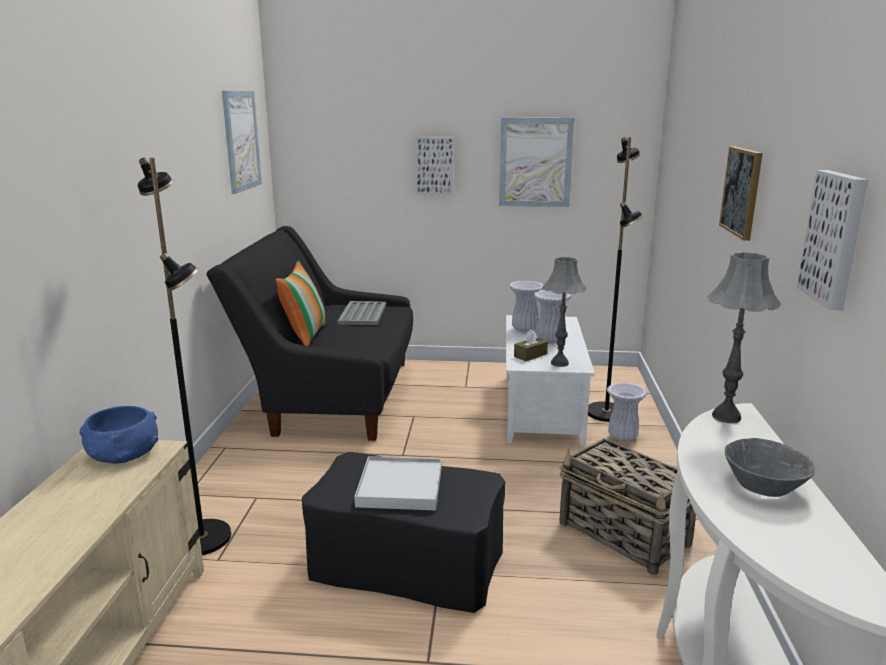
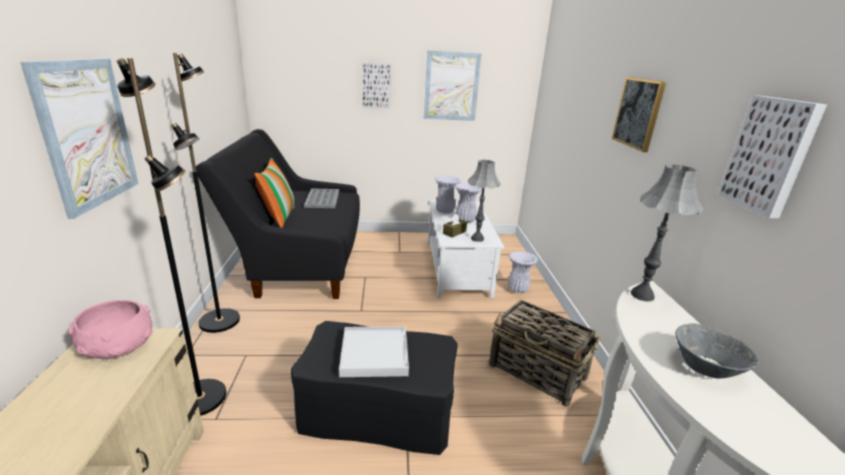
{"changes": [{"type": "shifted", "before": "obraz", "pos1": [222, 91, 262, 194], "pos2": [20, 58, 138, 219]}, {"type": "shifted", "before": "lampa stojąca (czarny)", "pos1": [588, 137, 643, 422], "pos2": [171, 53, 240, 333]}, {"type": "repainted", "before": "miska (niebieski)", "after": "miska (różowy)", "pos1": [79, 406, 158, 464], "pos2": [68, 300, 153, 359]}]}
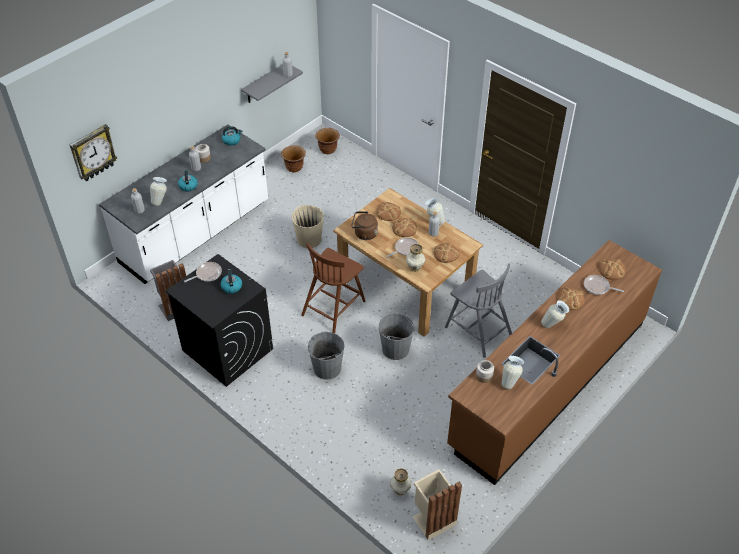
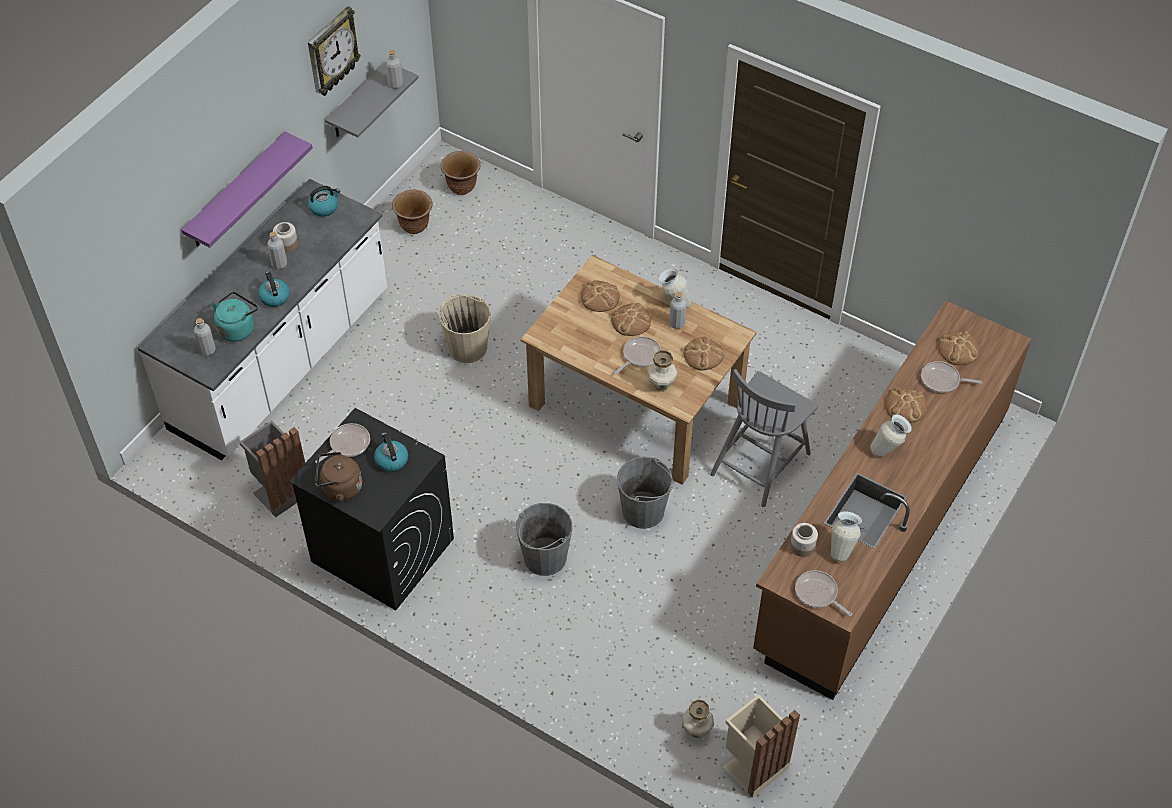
{"changes": [{"type": "gone", "before": "krzesło (brązowy)", "pos1": [301, 242, 366, 333]}, {"type": "new", "after": "półka (fioletowy)", "pos2": [181, 132, 313, 248]}, {"type": "new", "after": "patelnia", "pos2": [795, 570, 852, 616]}, {"type": "shifted", "before": "zegar ścienny", "pos1": [69, 124, 117, 181], "pos2": [308, 6, 361, 96]}, {"type": "shifted", "before": "czajnik (brązowy)", "pos1": [351, 211, 378, 240], "pos2": [315, 452, 362, 502]}, {"type": "swapped", "before": "wazon", "after": "czajnik (turkusowy)", "pos1": [150, 177, 167, 206], "pos2": [212, 292, 258, 342]}, {"type": "rotated", "before": "krzesło (szary)", "pos1": [445, 263, 512, 358], "pos2": [710, 369, 818, 507], "turn": 90}]}
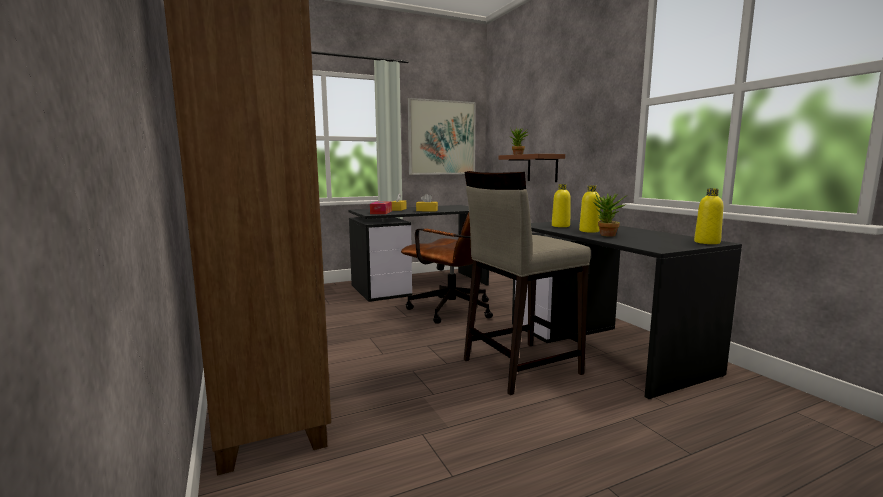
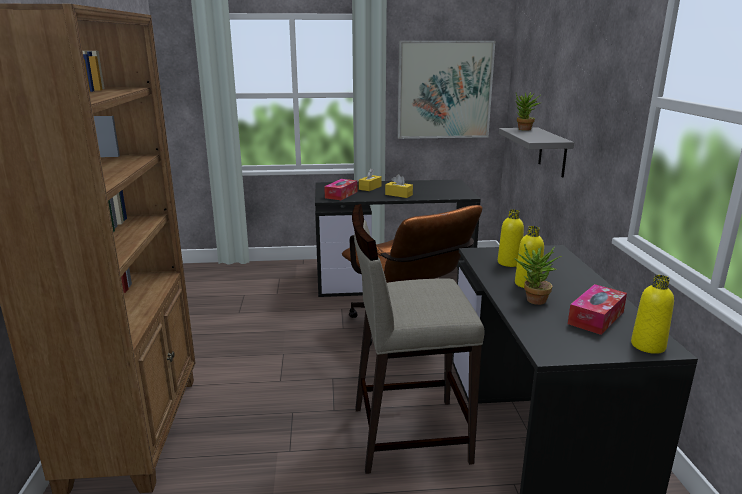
{"changes": [{"type": "new", "after": "pudełko chusteczek", "pos2": [568, 284, 627, 335]}, {"type": "repainted", "before": "półka (brązowy)", "after": "półka (szary)", "pos1": [499, 154, 565, 182], "pos2": [499, 128, 574, 178]}]}
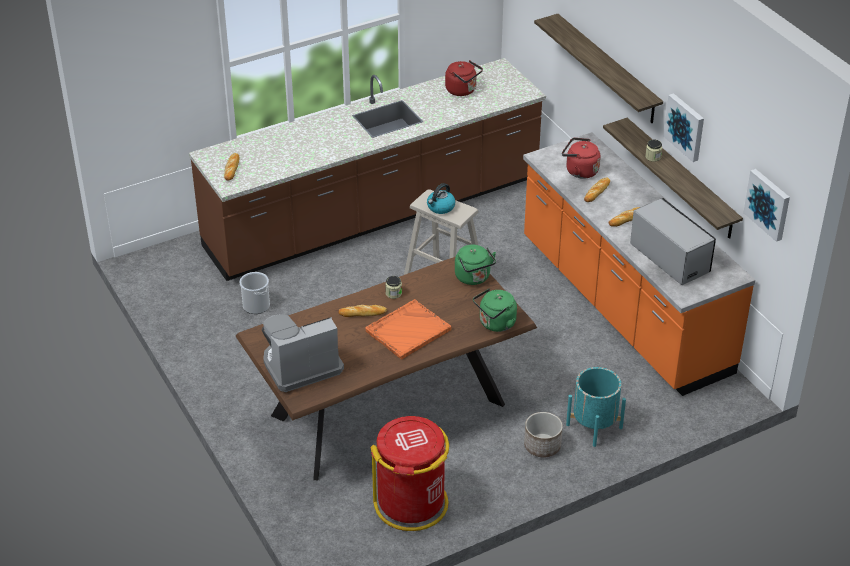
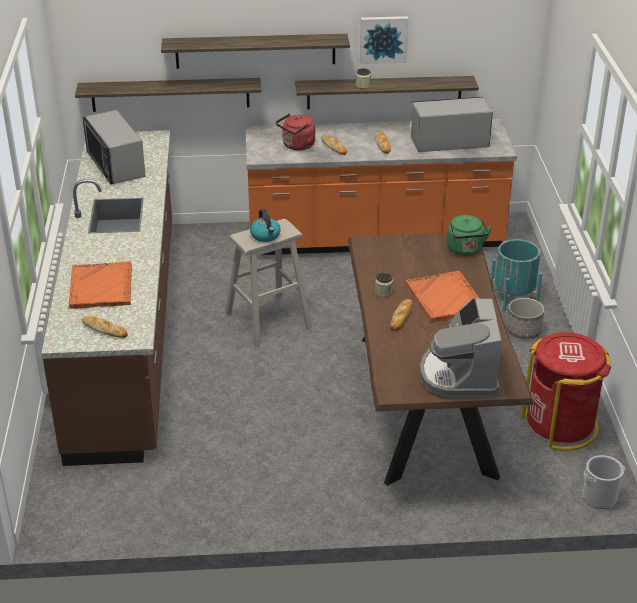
{"changes": [{"type": "gone", "before": "czajnik (zielony)", "pos1": [455, 245, 496, 285]}, {"type": "gone", "before": "obraz", "pos1": [743, 169, 790, 242]}, {"type": "new", "after": "taca (pomarańczowy)", "pos2": [69, 261, 132, 309]}, {"type": "new", "after": "półka", "pos2": [75, 78, 261, 112]}, {"type": "shifted", "before": "wiadro", "pos1": [240, 272, 270, 314], "pos2": [582, 455, 625, 509]}, {"type": "swapped", "before": "czajnik (czerwony)", "after": "mikrofalówka", "pos1": [445, 60, 483, 96], "pos2": [83, 110, 146, 184]}]}
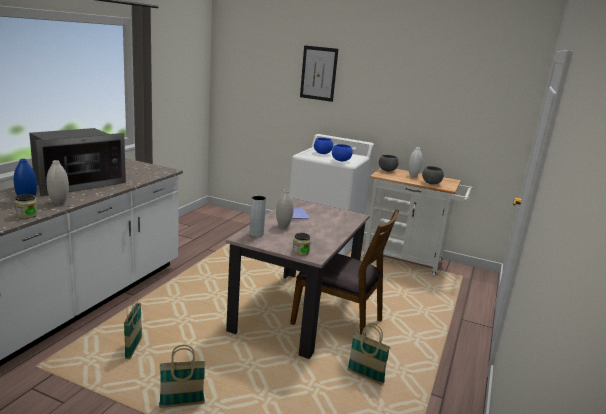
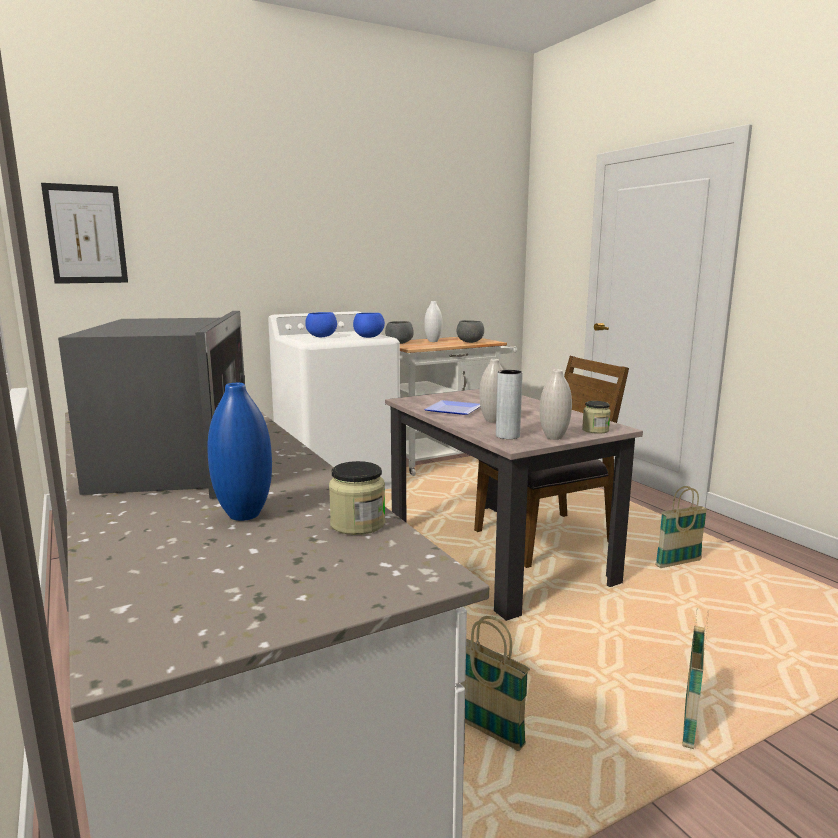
{"changes": [{"type": "shifted", "before": "wazon (biały)", "pos1": [46, 160, 69, 205], "pos2": [540, 369, 572, 440]}, {"type": "shifted", "before": "obraz", "pos1": [300, 45, 338, 102], "pos2": [41, 183, 128, 284]}]}
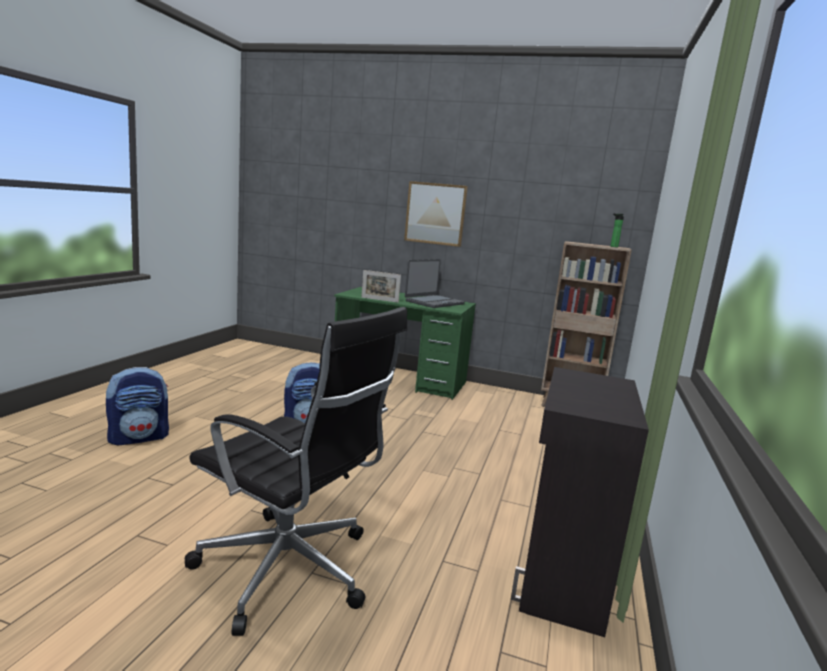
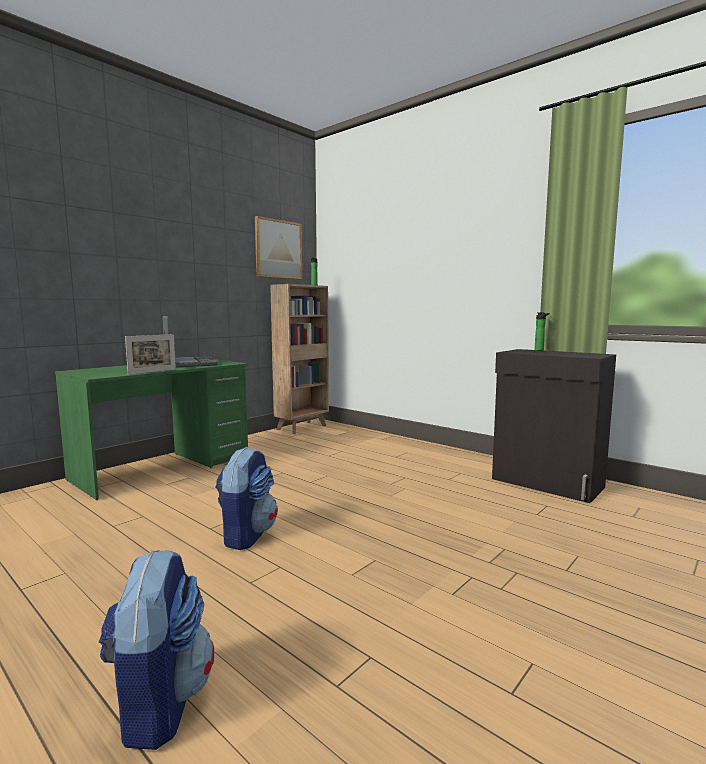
{"changes": [{"type": "gone", "before": "krzesło biurowe (czarny)", "pos1": [185, 307, 407, 636]}, {"type": "new", "after": "butelka", "pos2": [534, 312, 550, 351]}, {"type": "shifted", "before": "obraz", "pos1": [404, 181, 468, 247], "pos2": [255, 216, 302, 279]}]}
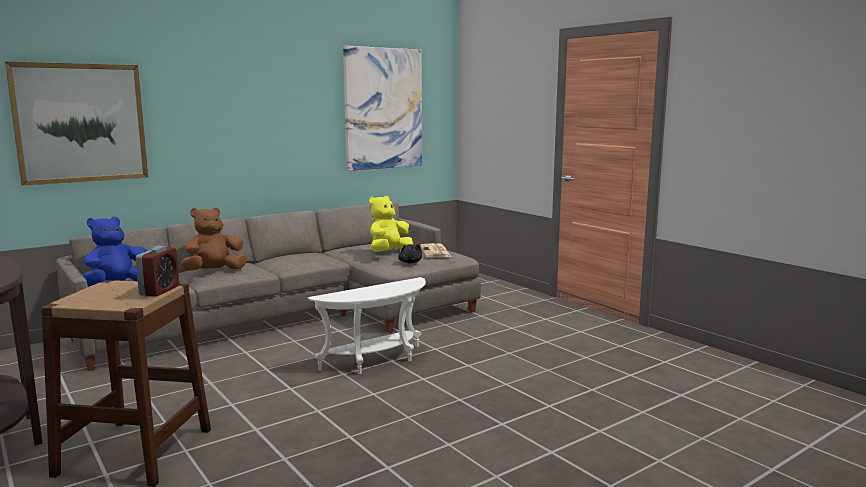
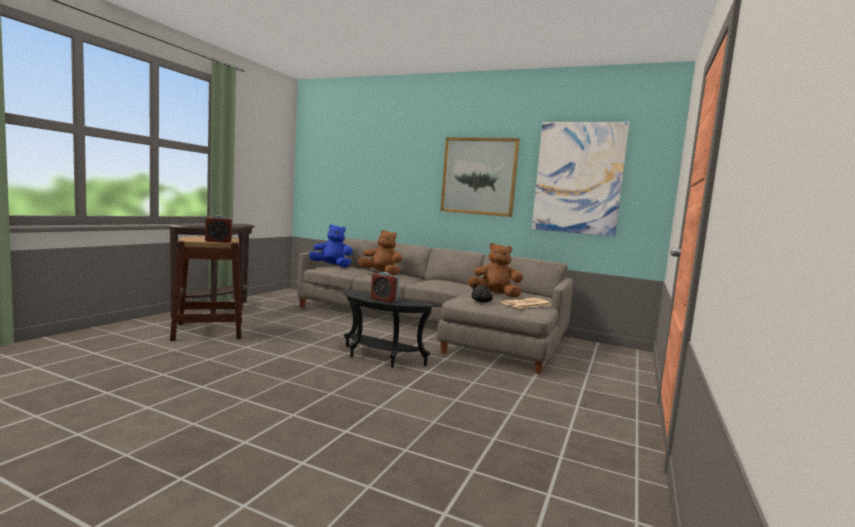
{"changes": [{"type": "new", "after": "budzik", "pos2": [371, 272, 399, 303]}, {"type": "shifted", "before": "obraz", "pos1": [5, 62, 148, 186], "pos2": [440, 137, 520, 217]}, {"type": "repainted", "before": "stolik (biały)", "after": "stolik (czarny)", "pos1": [308, 277, 426, 374], "pos2": [342, 289, 437, 368]}, {"type": "repainted", "before": "pluszak (żółty)", "after": "pluszak (brązowy)", "pos1": [369, 196, 413, 252], "pos2": [468, 243, 523, 298]}]}
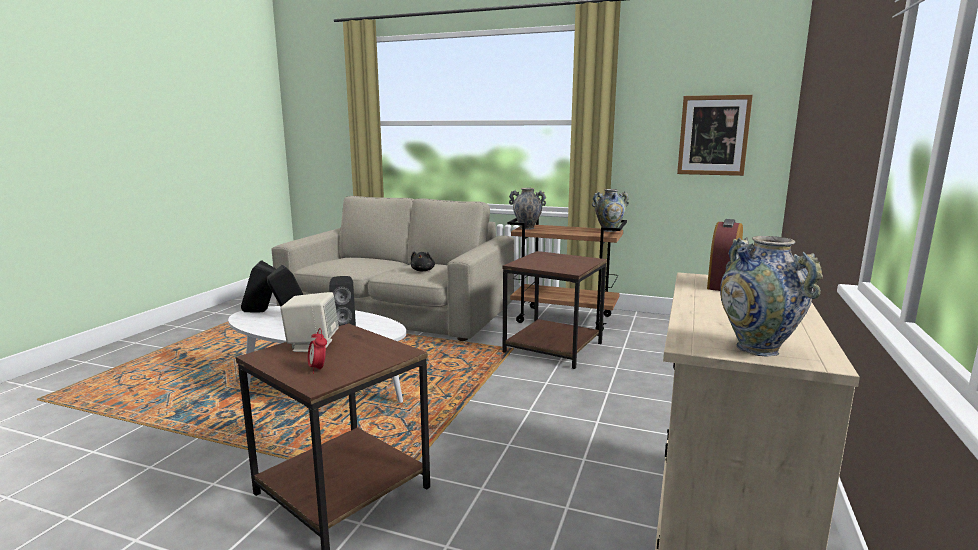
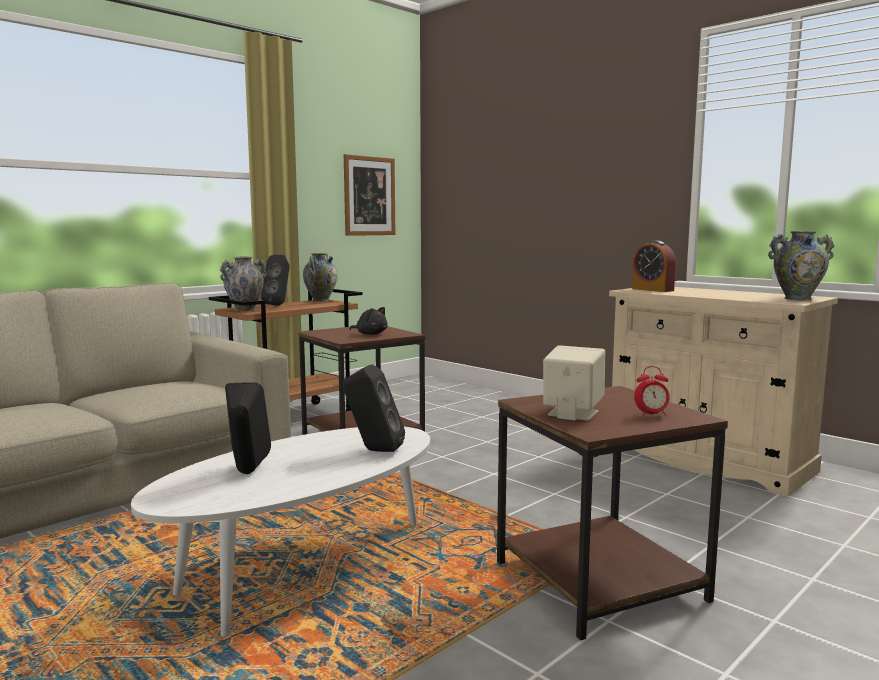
{"changes": [{"type": "shifted", "before": "głośnik (czarny)", "pos1": [241, 260, 276, 313], "pos2": [261, 255, 290, 306]}, {"type": "shifted", "before": "pluszak (czarny)", "pos1": [411, 252, 435, 271], "pos2": [349, 307, 388, 335]}]}
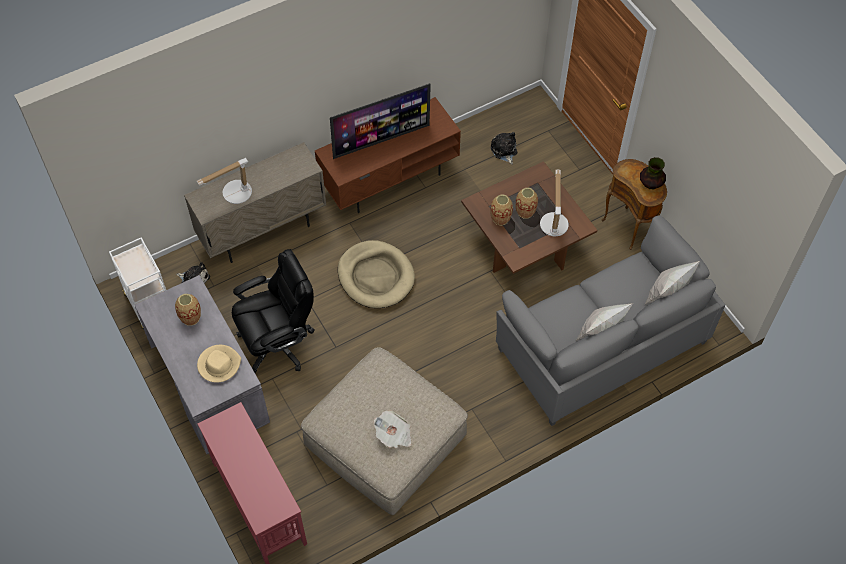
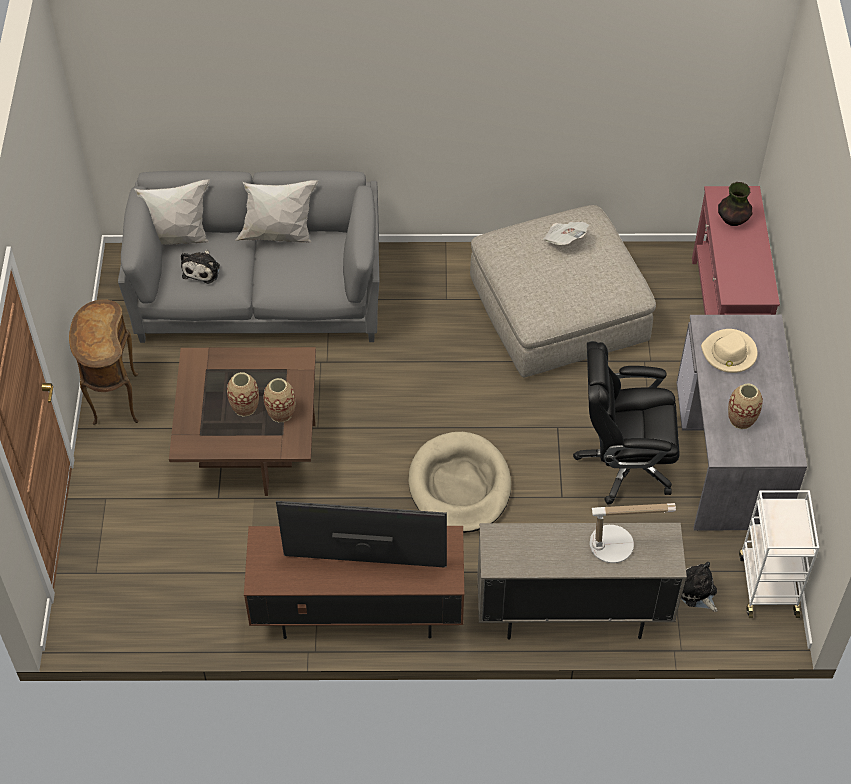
{"changes": [{"type": "gone", "before": "lampa stołowa", "pos1": [540, 170, 569, 236]}, {"type": "shifted", "before": "pluszak", "pos1": [491, 132, 517, 165], "pos2": [181, 249, 220, 284]}, {"type": "shifted", "before": "wazon", "pos1": [640, 157, 666, 189], "pos2": [718, 182, 752, 226]}]}
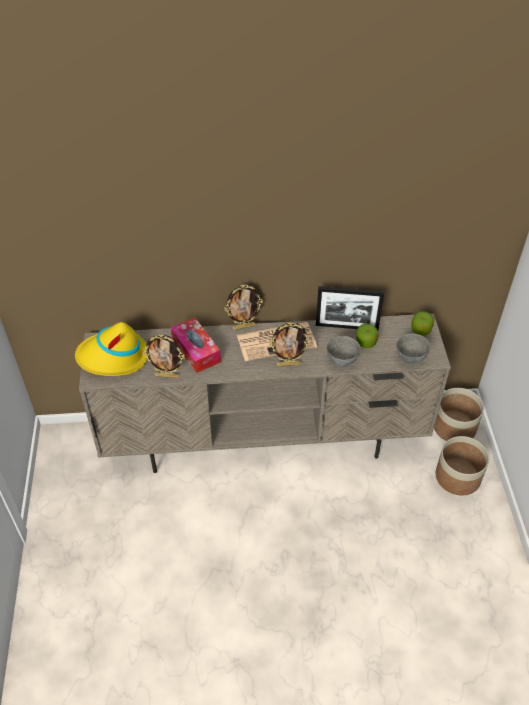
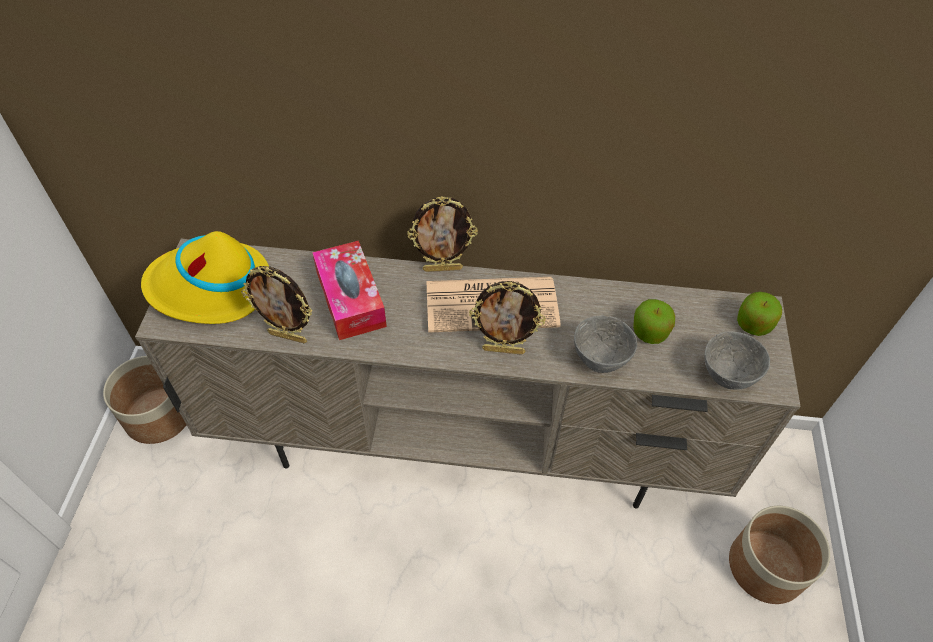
{"changes": [{"type": "gone", "before": "ramka na zdjęcie", "pos1": [316, 286, 384, 330]}, {"type": "shifted", "before": "donica", "pos1": [434, 388, 484, 441], "pos2": [103, 356, 186, 444]}]}
